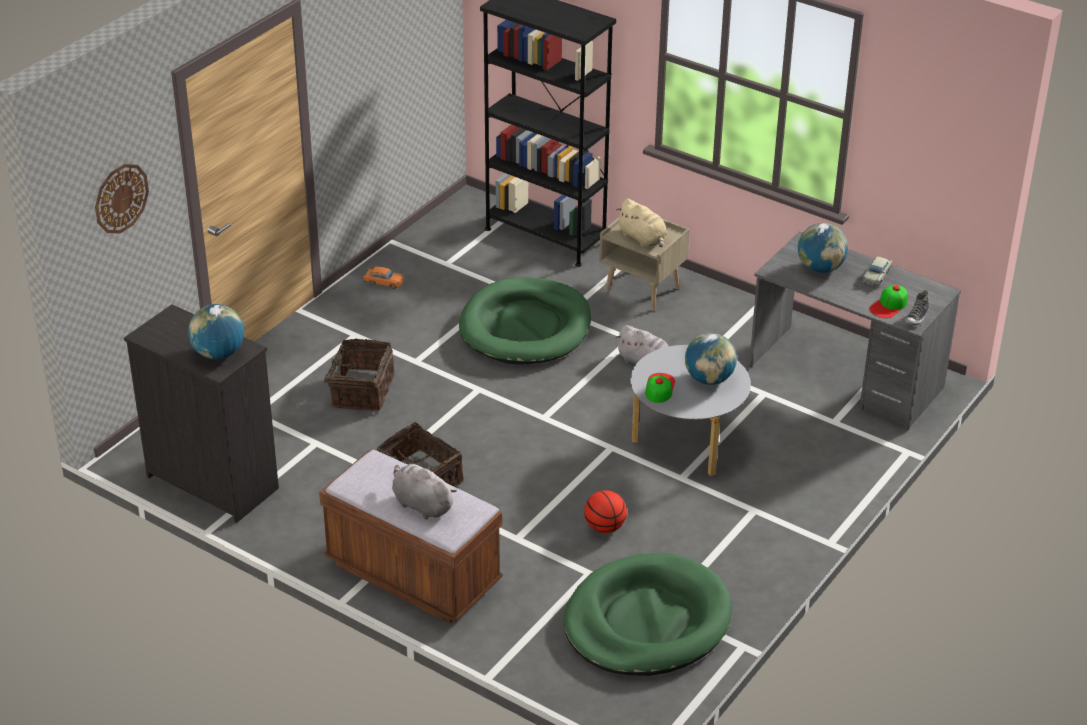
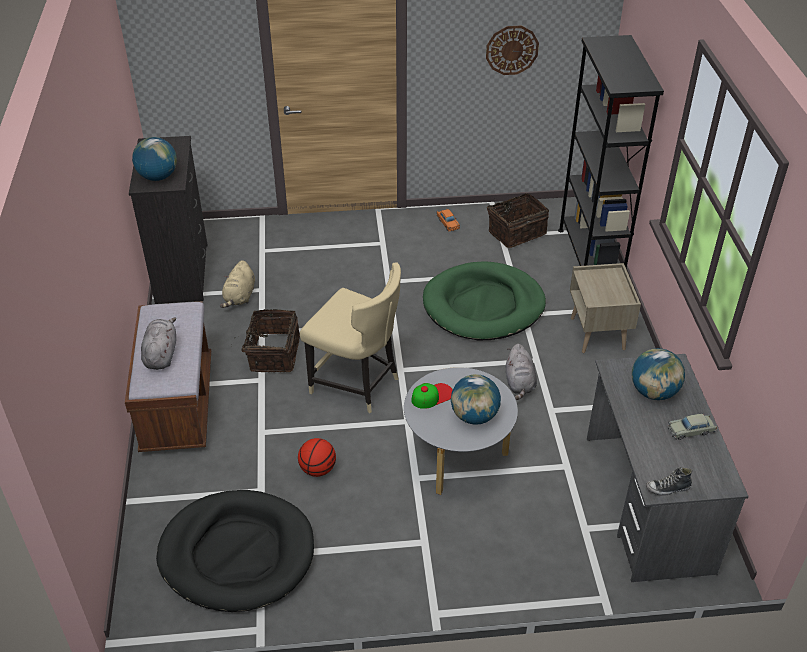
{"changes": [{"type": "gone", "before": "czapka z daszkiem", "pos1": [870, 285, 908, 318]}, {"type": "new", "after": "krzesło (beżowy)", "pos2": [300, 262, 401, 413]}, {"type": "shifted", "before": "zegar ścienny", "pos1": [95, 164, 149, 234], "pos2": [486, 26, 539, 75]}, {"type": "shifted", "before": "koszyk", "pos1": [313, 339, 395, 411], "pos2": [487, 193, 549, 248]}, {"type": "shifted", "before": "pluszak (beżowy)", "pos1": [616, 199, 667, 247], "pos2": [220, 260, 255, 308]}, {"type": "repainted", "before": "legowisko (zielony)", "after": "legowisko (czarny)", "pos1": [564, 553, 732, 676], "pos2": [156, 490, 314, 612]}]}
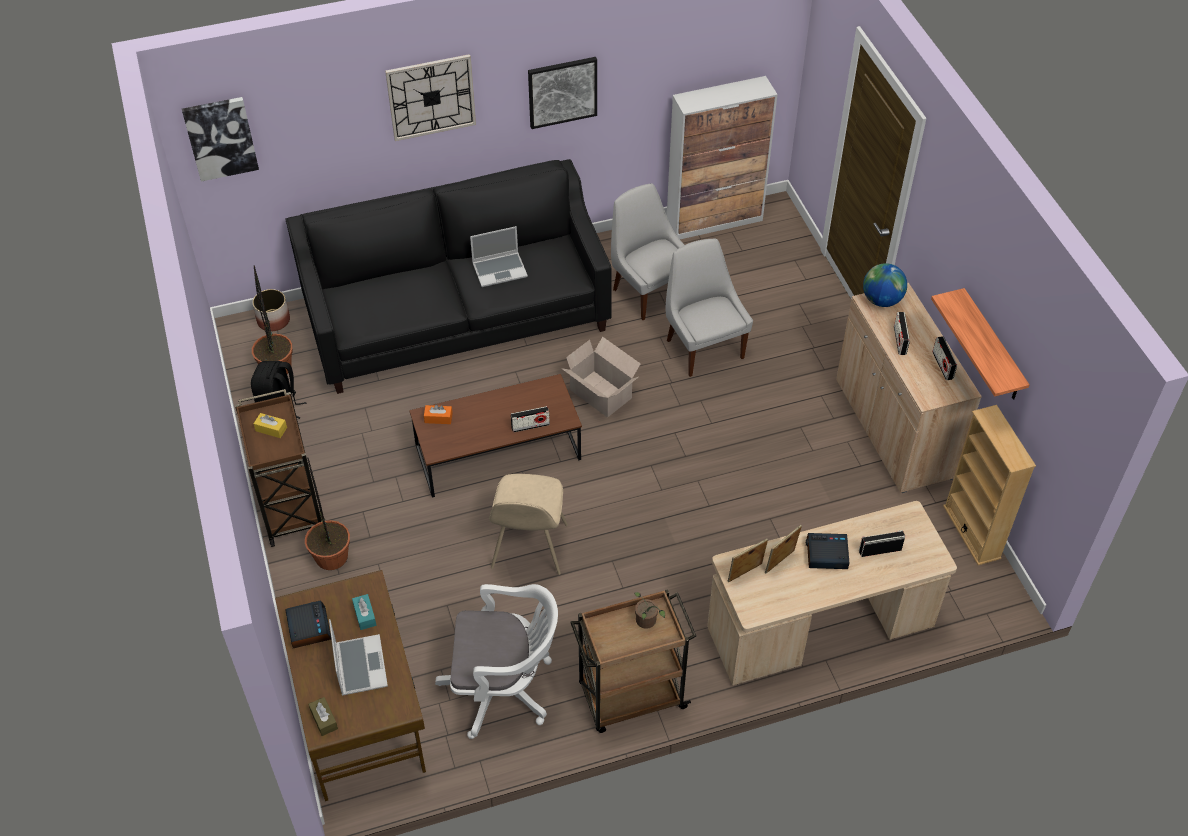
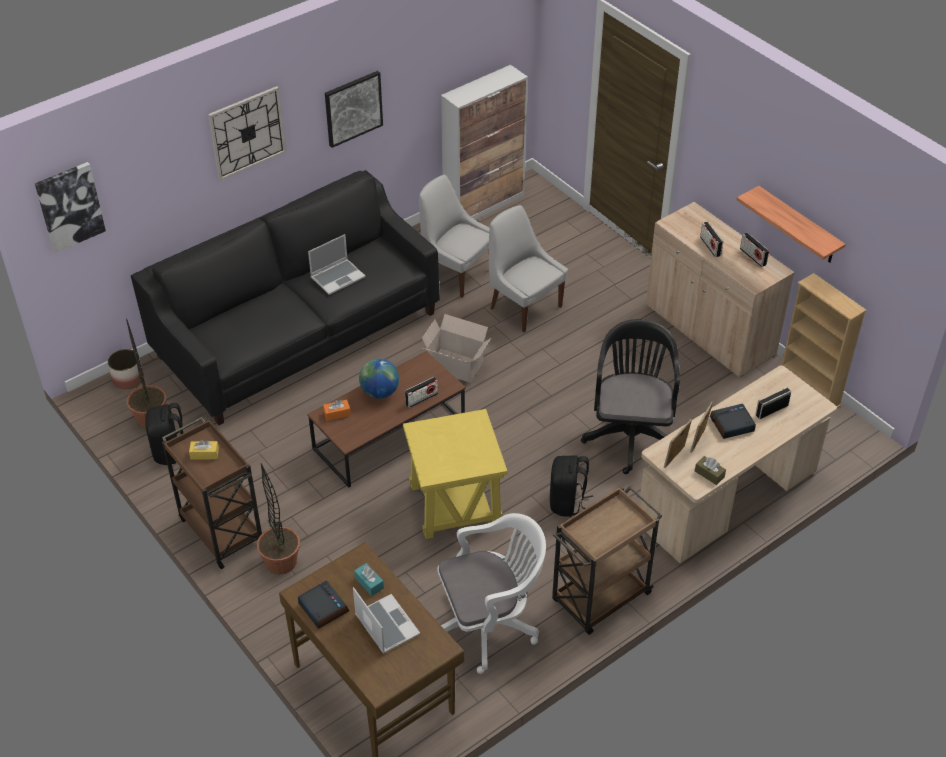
{"changes": [{"type": "gone", "before": "roślina doniczkowa", "pos1": [634, 592, 665, 629]}, {"type": "new", "after": "plecak (czarny)", "pos2": [550, 455, 593, 517]}, {"type": "new", "after": "krzesło biurowe (czarny)", "pos2": [581, 319, 680, 474]}, {"type": "shifted", "before": "pudełko chusteczek (brązowy)", "pos1": [308, 697, 338, 736], "pos2": [695, 456, 726, 485]}, {"type": "shifted", "before": "globus", "pos1": [863, 263, 907, 307], "pos2": [359, 359, 399, 399]}, {"type": "swapped", "before": "krzesło (beżowy)", "after": "stolik (żółty)", "pos1": [489, 474, 568, 575], "pos2": [403, 409, 508, 539]}]}
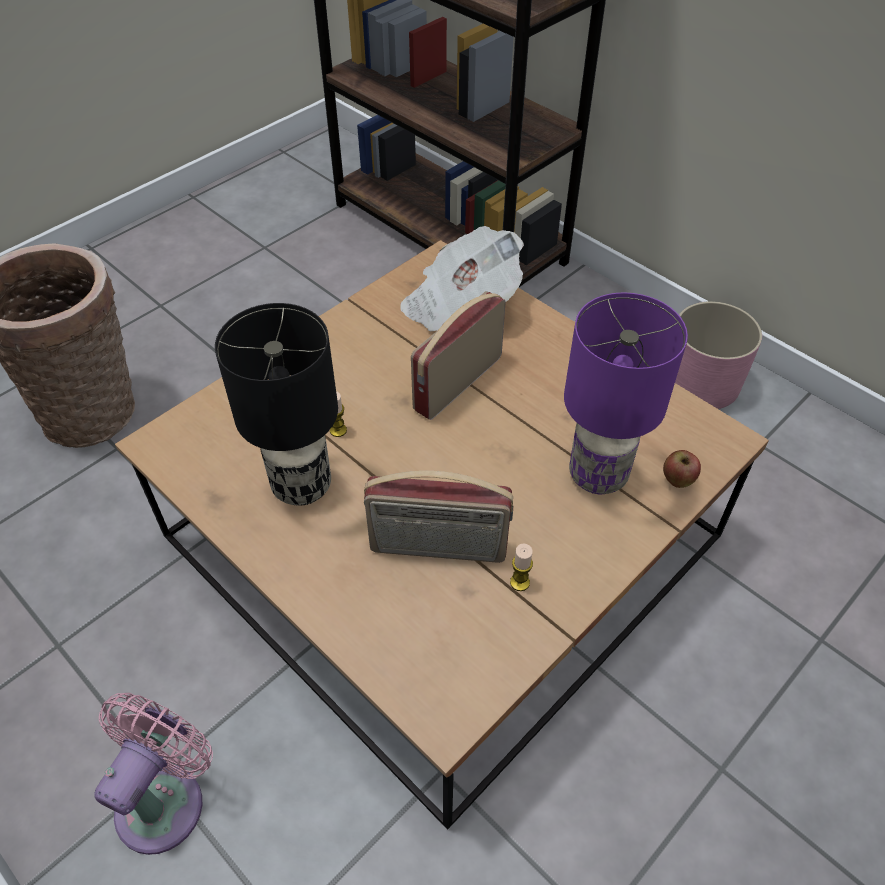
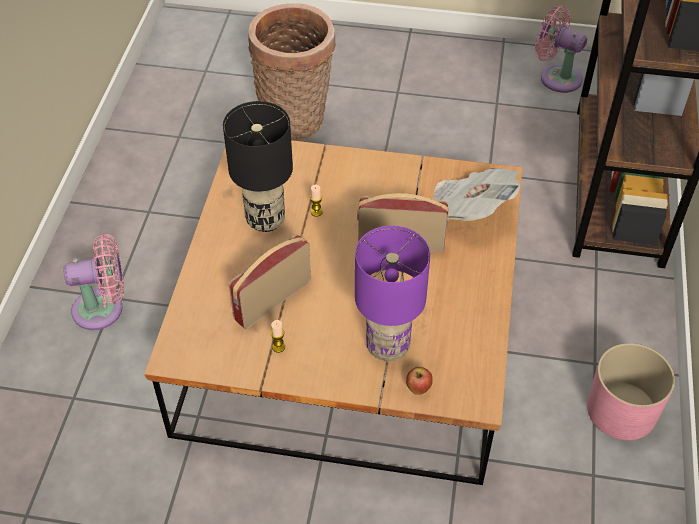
{"changes": [{"type": "new", "after": "wentylator (różowy)", "pos2": [534, 5, 587, 93]}, {"type": "rotated", "before": "radio", "pos1": [364, 471, 513, 563], "pos2": [229, 234, 311, 329], "turn": 75}]}
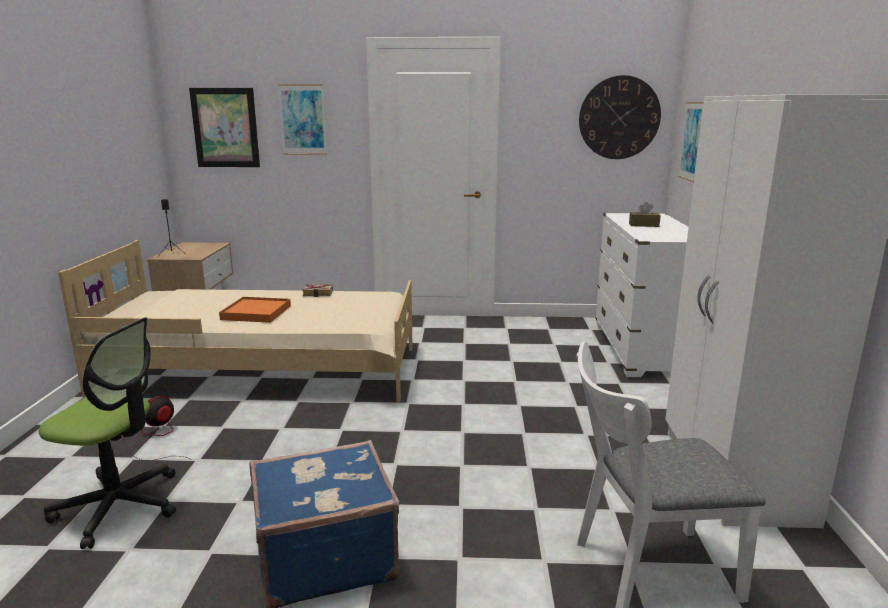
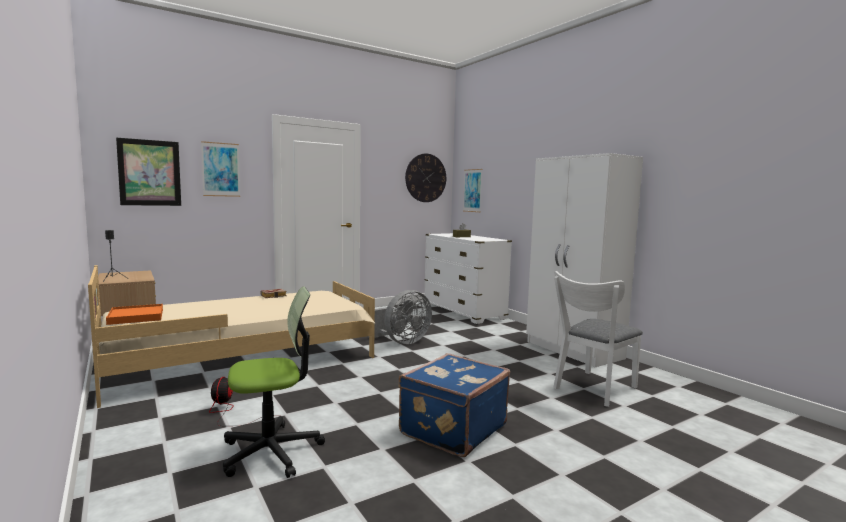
{"changes": [{"type": "new", "after": "wentylator (szary)", "pos2": [368, 290, 432, 344]}, {"type": "shifted", "before": "taca (pomarańczowy)", "pos1": [219, 297, 291, 323], "pos2": [106, 304, 163, 325]}]}
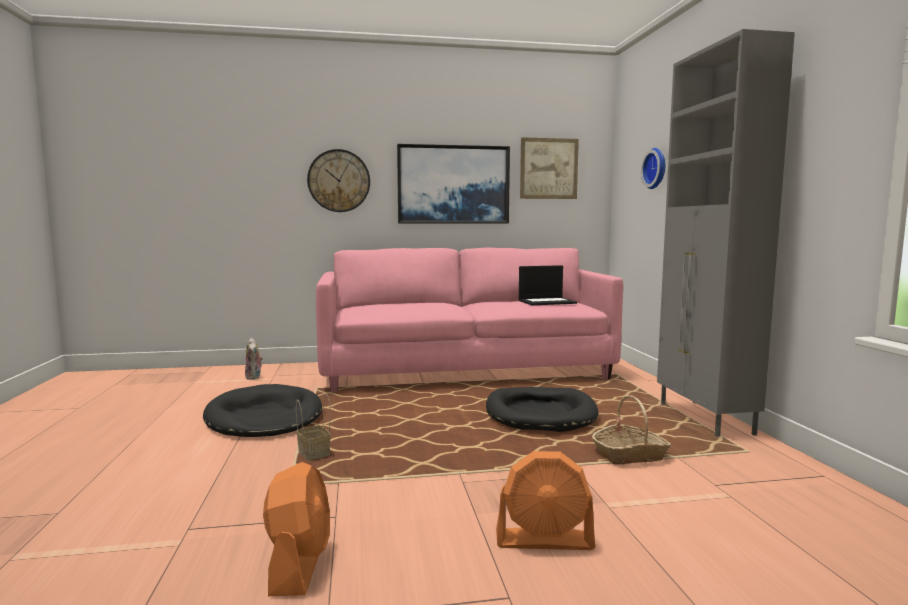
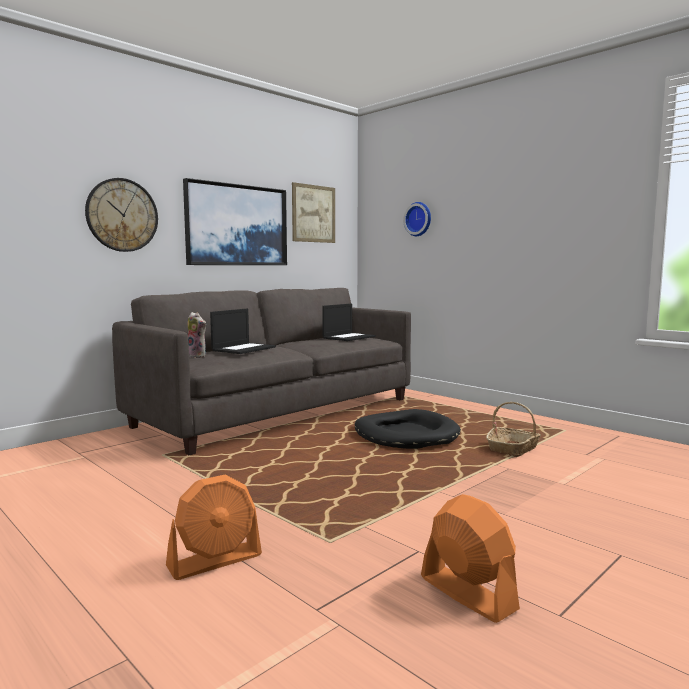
{"changes": [{"type": "gone", "before": "legowisko (czarny)", "pos1": [203, 384, 322, 437]}, {"type": "gone", "before": "koszyk", "pos1": [296, 395, 331, 460]}, {"type": "gone", "before": "szafka (szary)", "pos1": [657, 29, 795, 437]}, {"type": "new", "after": "laptop", "pos2": [210, 309, 276, 354]}, {"type": "shifted", "before": "pluszak", "pos1": [245, 338, 263, 380], "pos2": [188, 312, 207, 358]}, {"type": "shifted", "before": "wentylator (pomarańczowy)", "pos1": [496, 451, 595, 550], "pos2": [166, 475, 262, 580]}, {"type": "repainted", "before": "kanapa (różowy)", "after": "kanapa (szary)", "pos1": [316, 247, 623, 392], "pos2": [112, 288, 411, 455]}]}
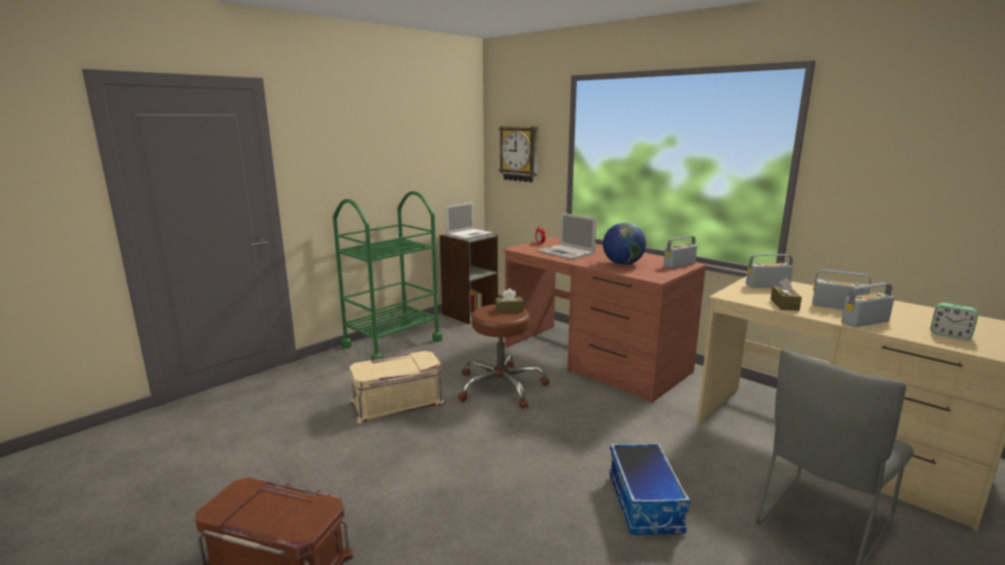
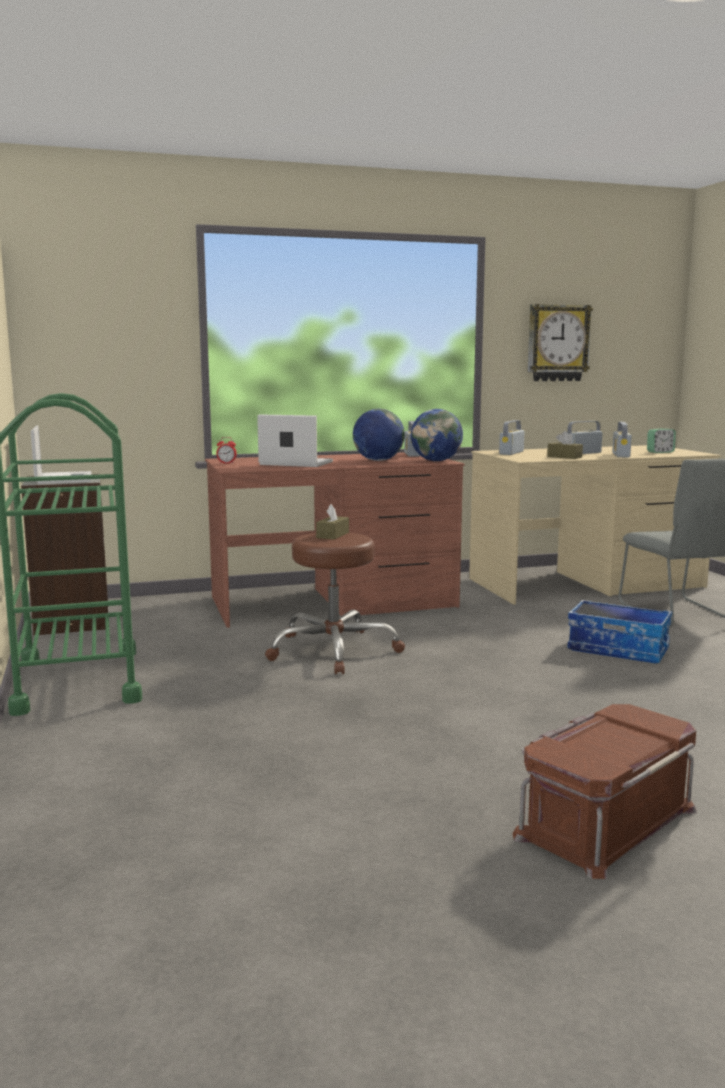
{"changes": [{"type": "gone", "before": "pojemnik do przechowywania (beżowy)", "pos1": [349, 351, 446, 424]}, {"type": "new", "after": "globus", "pos2": [411, 409, 463, 461]}, {"type": "shifted", "before": "zegar ścienny", "pos1": [499, 126, 538, 182], "pos2": [528, 304, 593, 381]}, {"type": "rotated", "before": "laptop", "pos1": [538, 213, 597, 260], "pos2": [257, 414, 333, 467], "turn": -150}]}
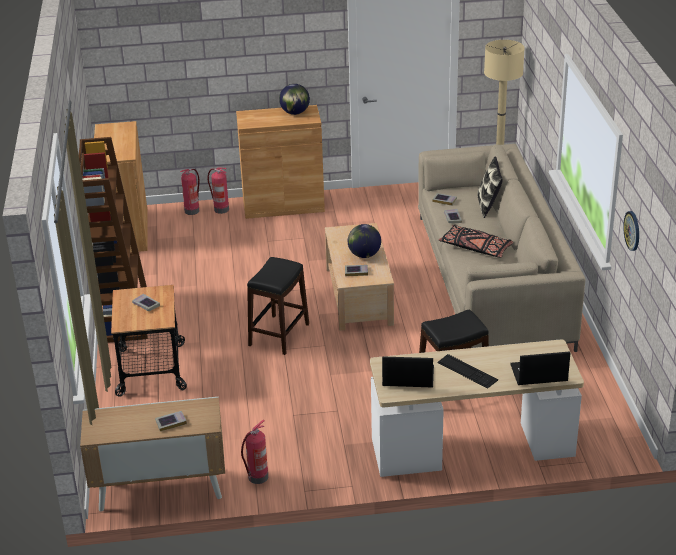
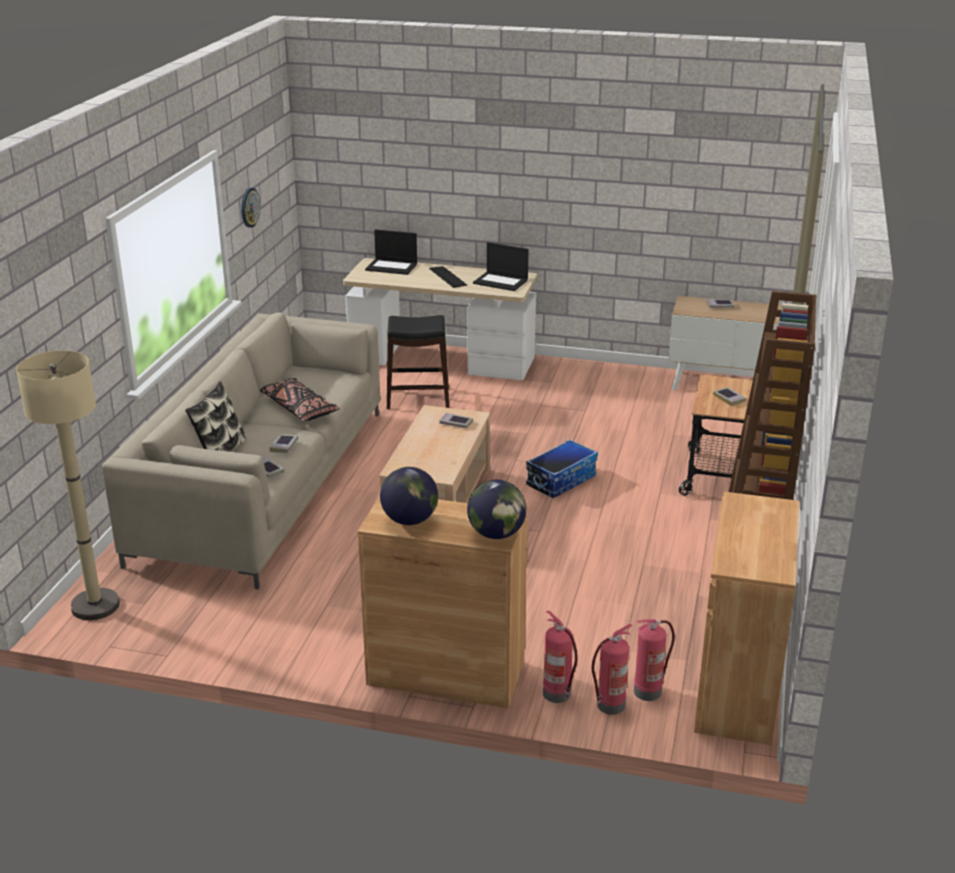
{"changes": [{"type": "shifted", "before": "gaśnica", "pos1": [241, 420, 268, 484], "pos2": [634, 619, 675, 701]}, {"type": "shifted", "before": "globus", "pos1": [348, 224, 381, 258], "pos2": [467, 480, 526, 539]}, {"type": "swapped", "before": "stołek (czarny)", "after": "pojemnik do przechowywania", "pos1": [247, 257, 309, 355], "pos2": [526, 439, 598, 498]}]}
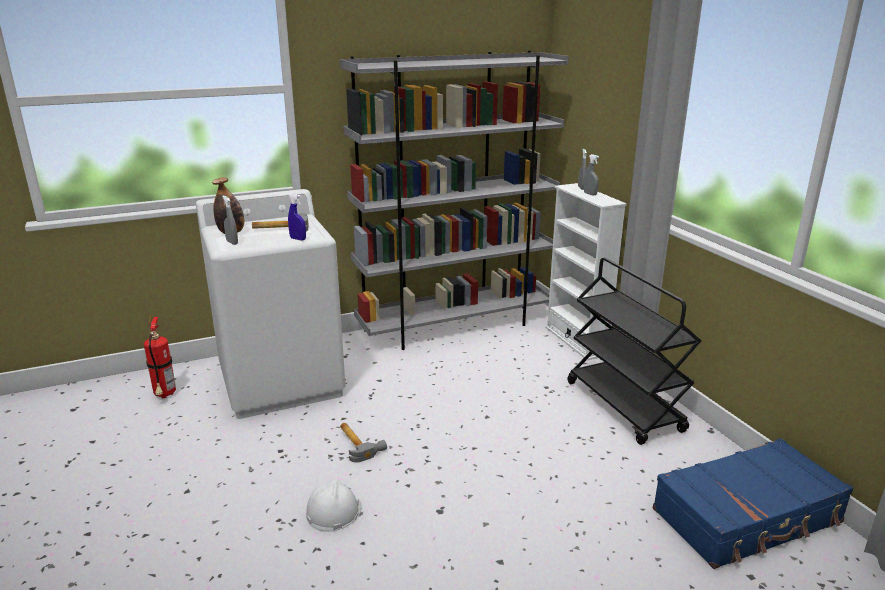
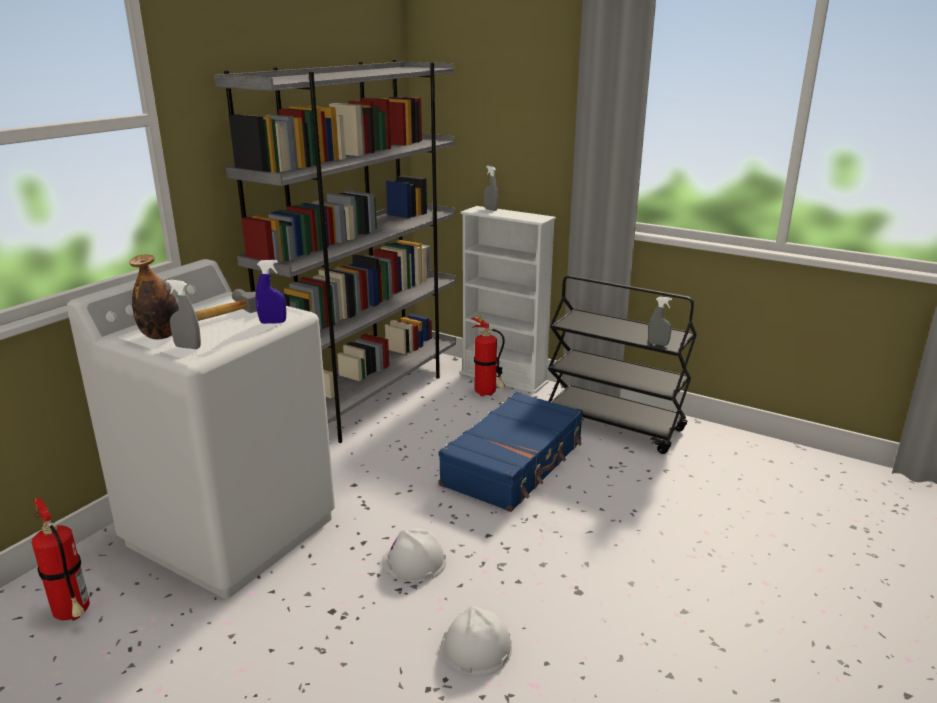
{"changes": [{"type": "new", "after": "gaśnica", "pos2": [471, 314, 505, 397]}, {"type": "shifted", "before": "spryskiwacz (szary)", "pos1": [584, 154, 599, 195], "pos2": [648, 297, 672, 346]}, {"type": "shifted", "before": "walizka (niebieski)", "pos1": [653, 438, 853, 569], "pos2": [438, 392, 583, 512]}, {"type": "swapped", "before": "młotek", "after": "kask (biały)", "pos1": [340, 423, 387, 462], "pos2": [382, 528, 446, 582]}]}
